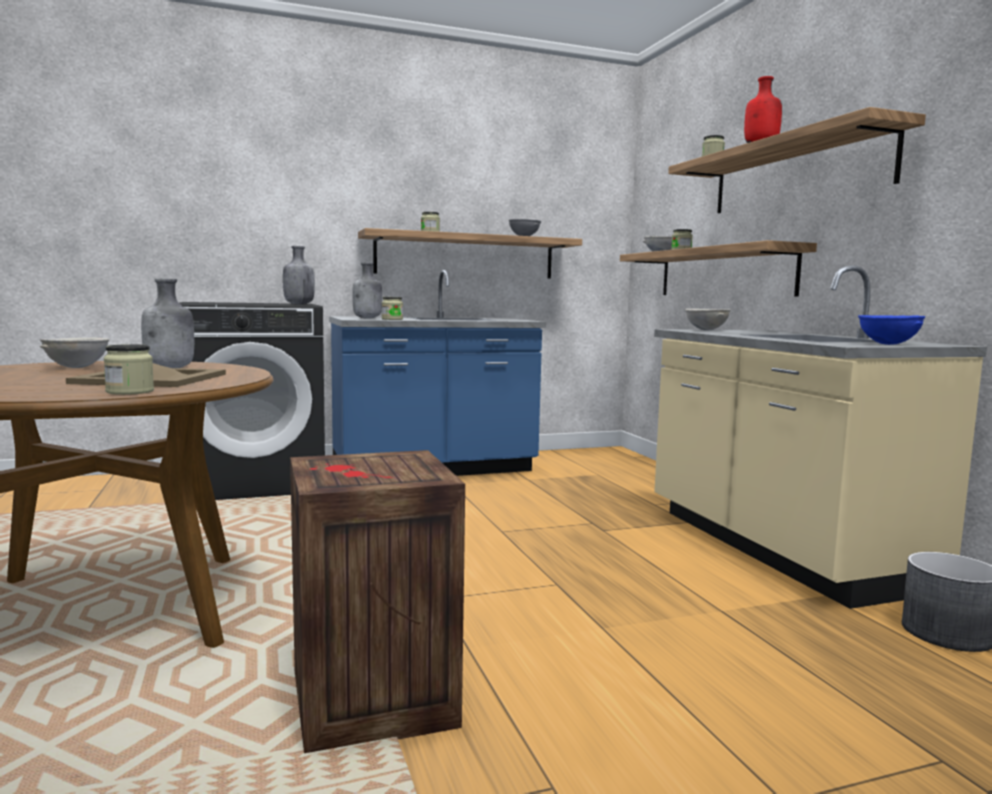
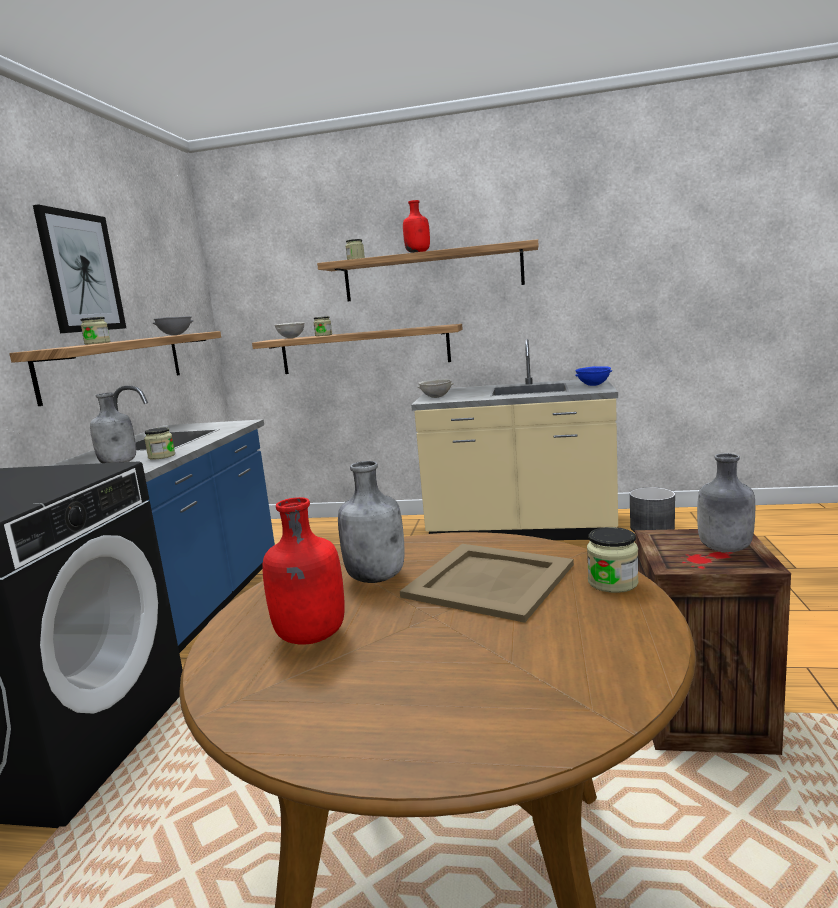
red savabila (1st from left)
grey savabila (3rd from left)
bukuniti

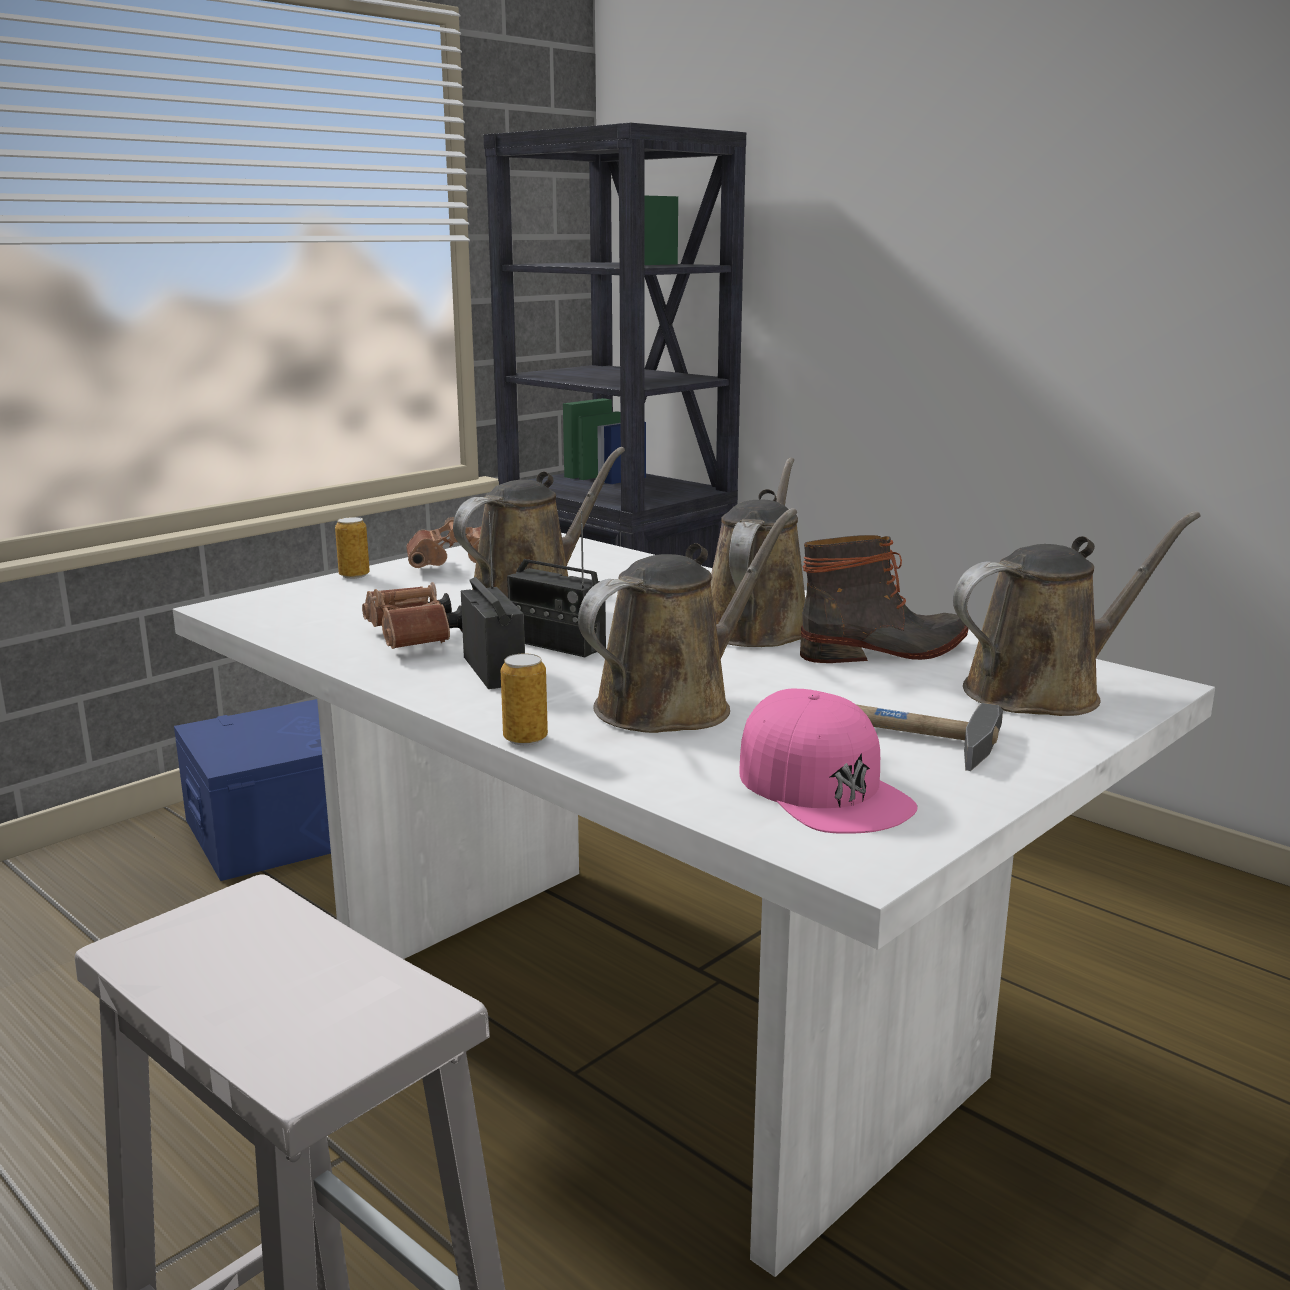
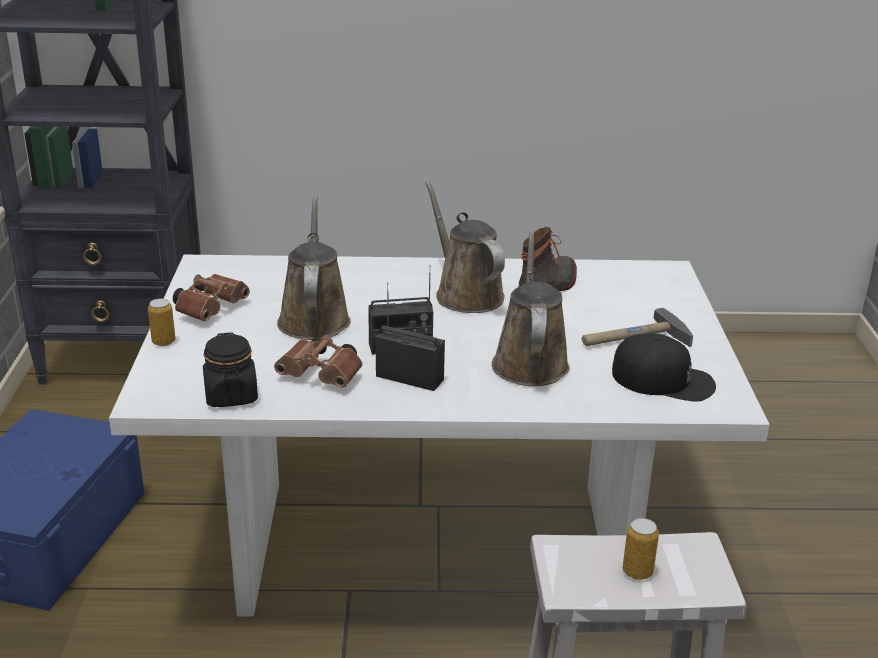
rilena (2nd from left)
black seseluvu
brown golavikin (4th from left in the first image)
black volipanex

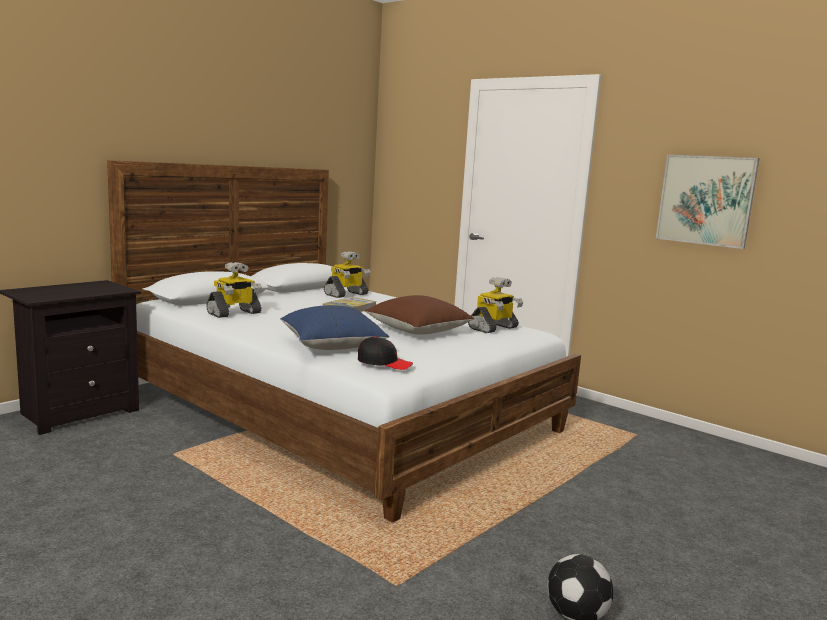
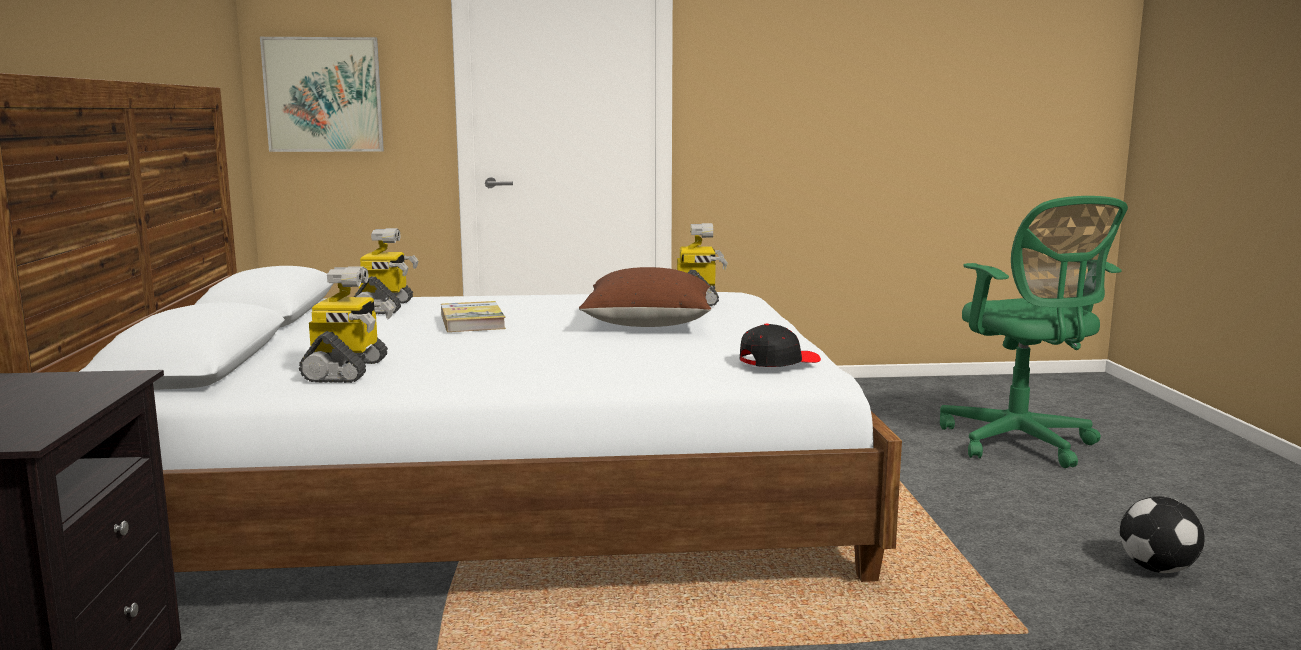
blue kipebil
bukuniti
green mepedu

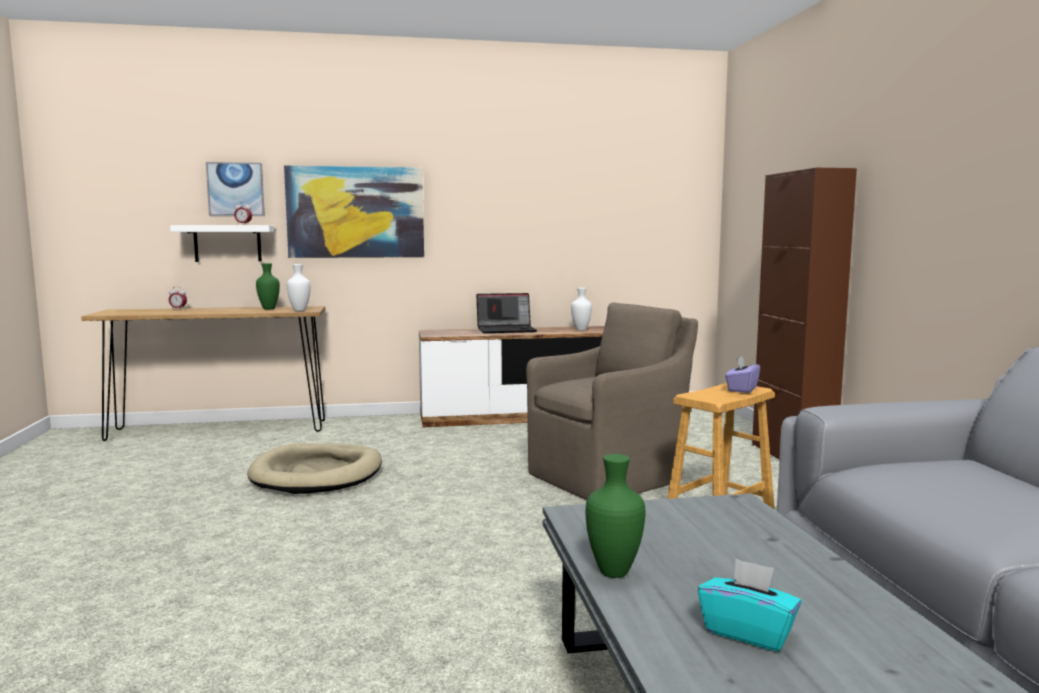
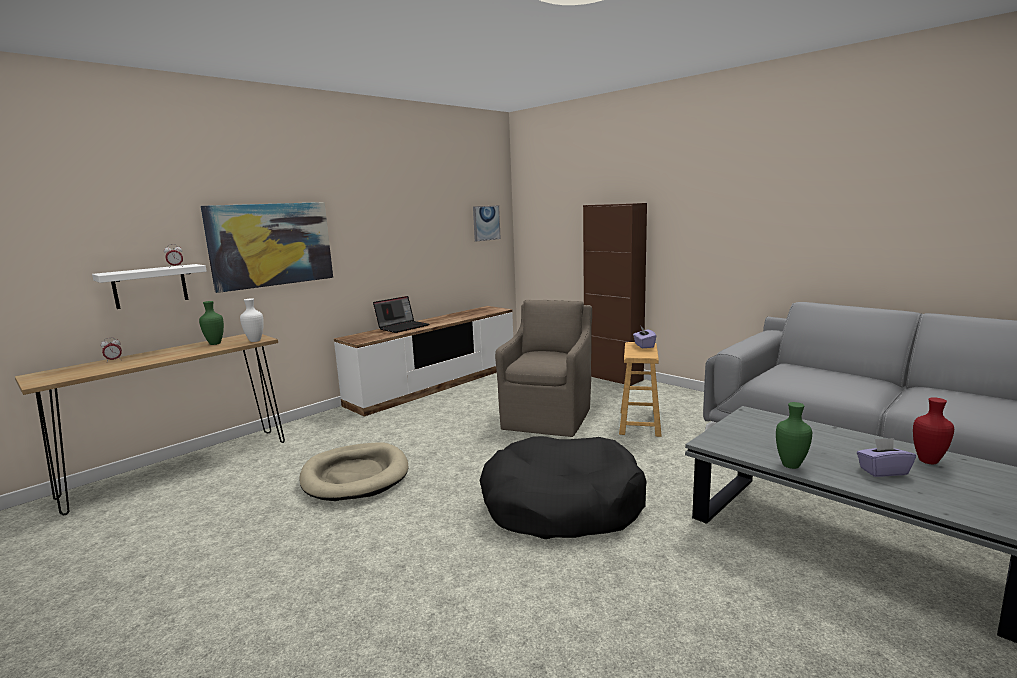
bukuniti (2nd from left)
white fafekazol (2nd from left in the first image)
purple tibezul (2nd from left)
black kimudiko
red fafekazol

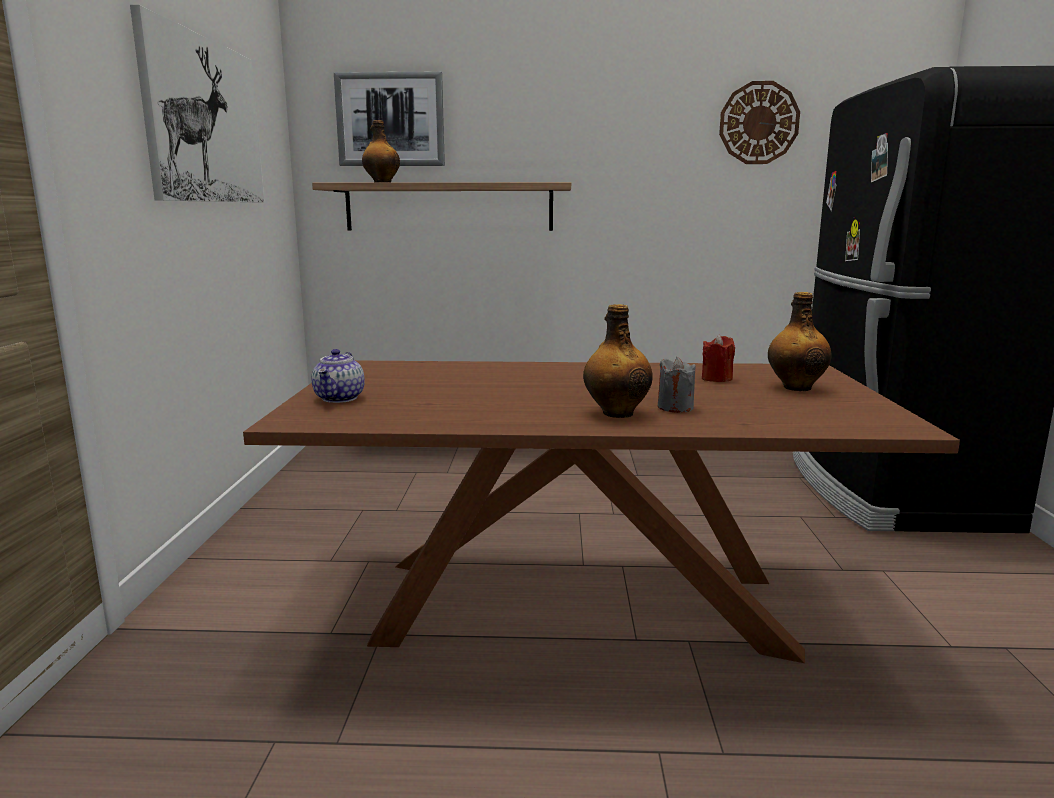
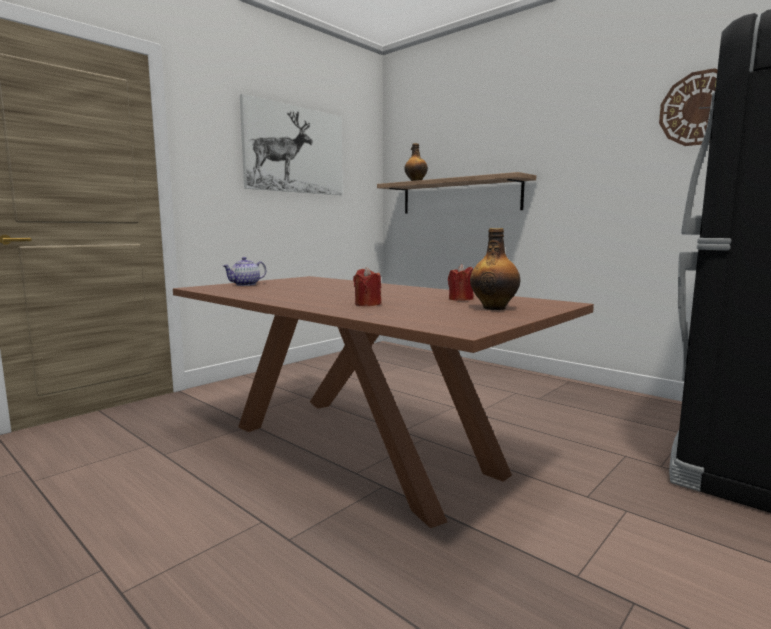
bukuniti (2nd from left in the first image)
savabila (2nd from left in the first image)
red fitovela (1st from left)

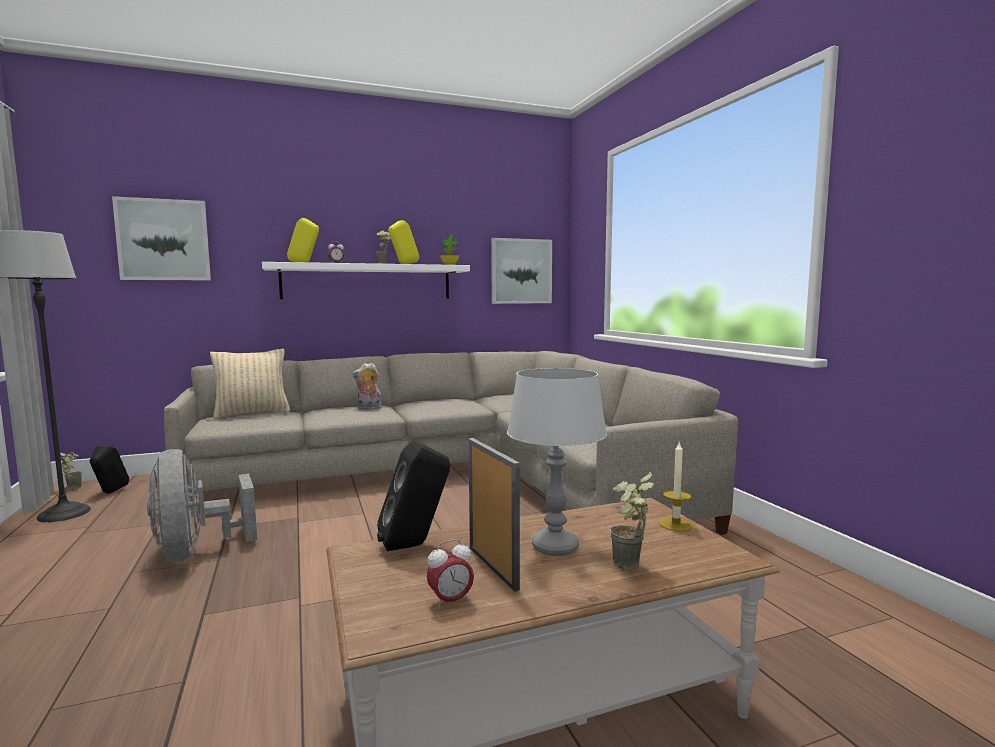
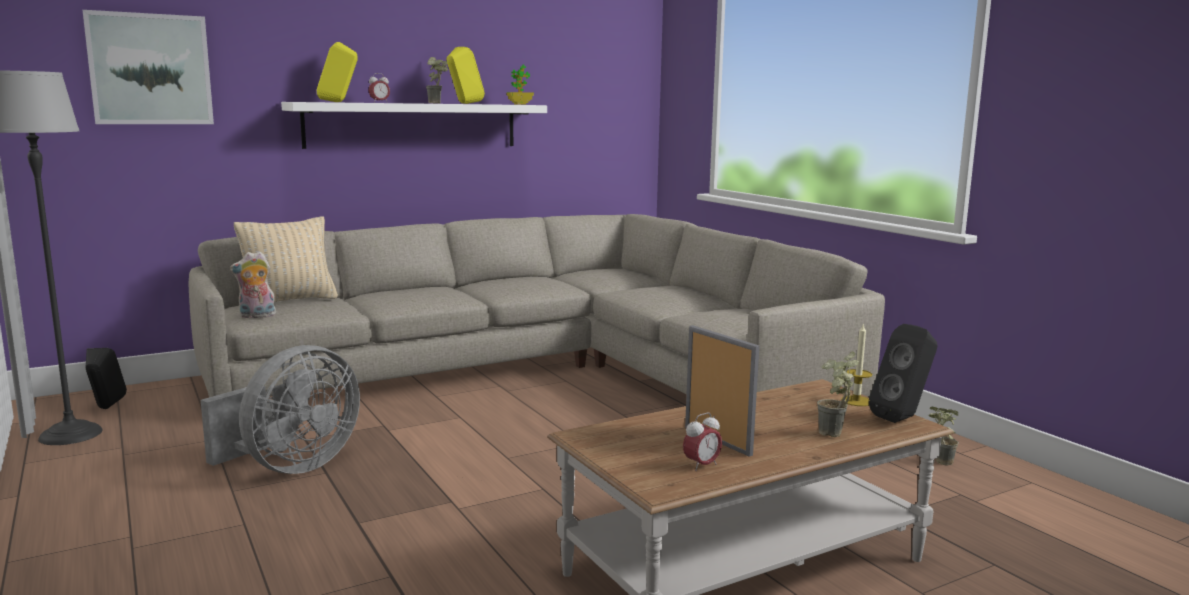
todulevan (4th from left)
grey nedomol
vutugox
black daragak (2nd from left)
bukuniti (2nd from left in the first image)
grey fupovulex

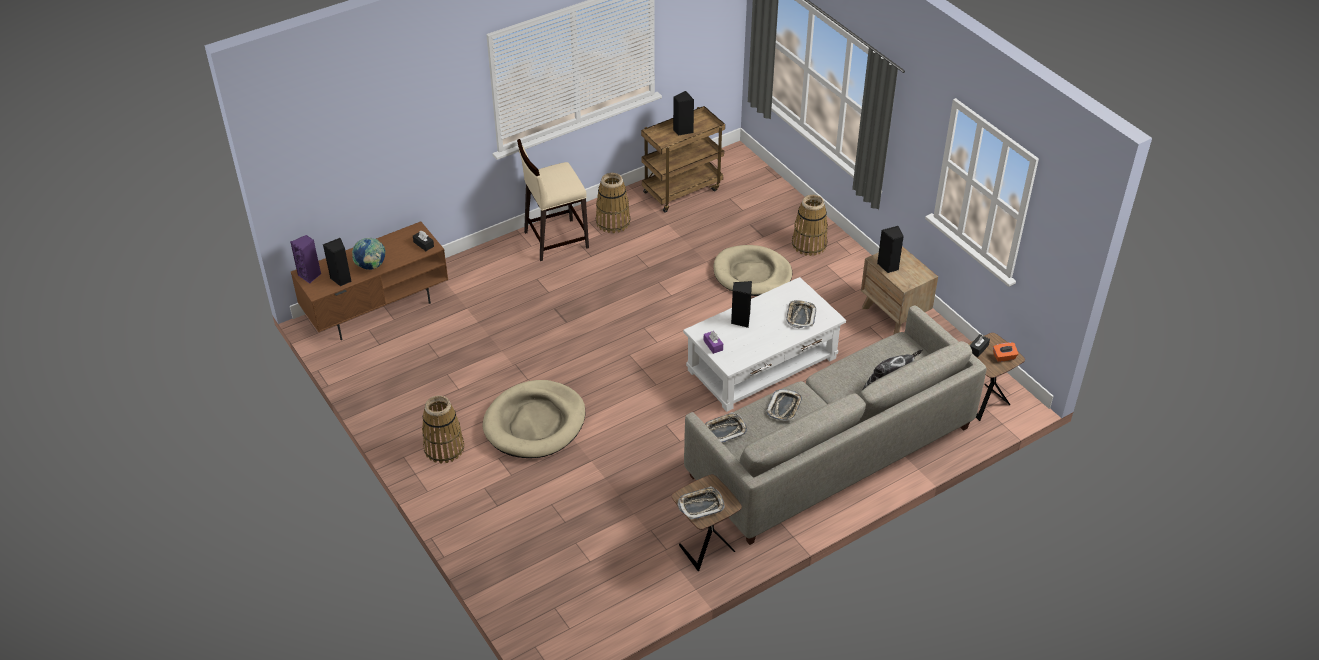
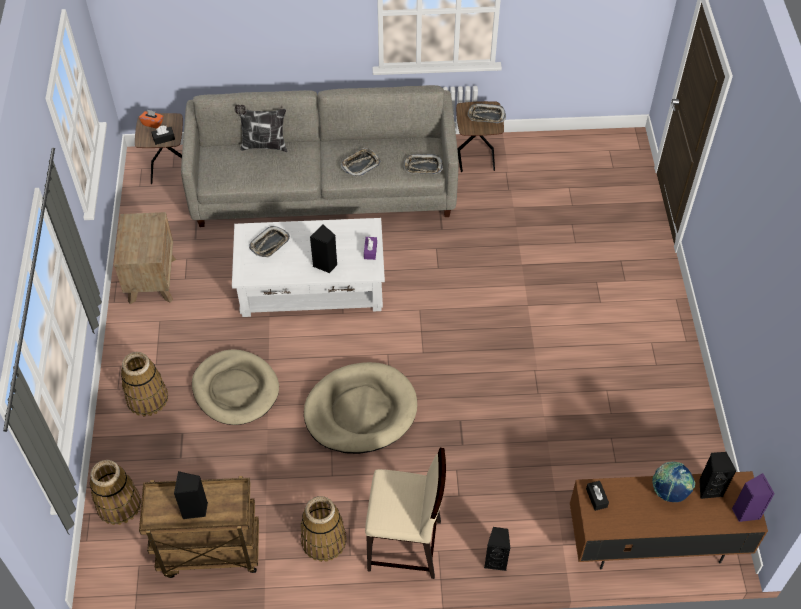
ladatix (1st from left)
beige kimudiko (2nd from left)
black daragak (3rd from left)

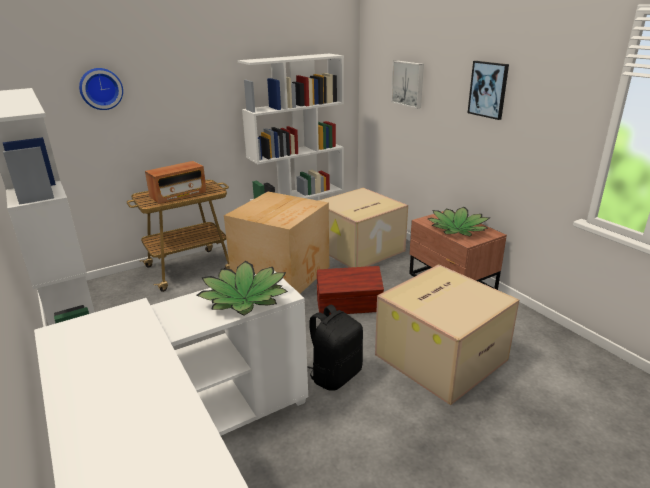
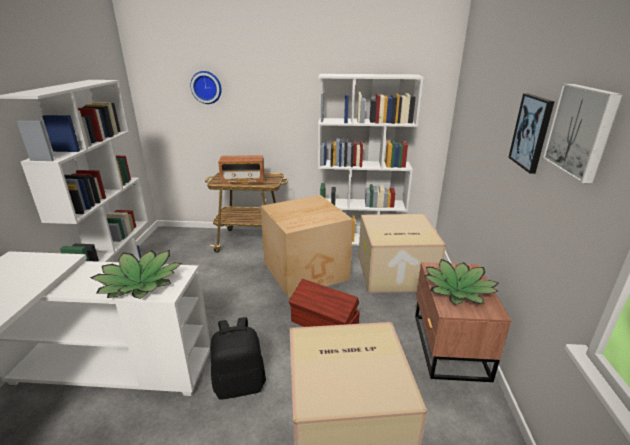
bukuniti (2nd from left)

